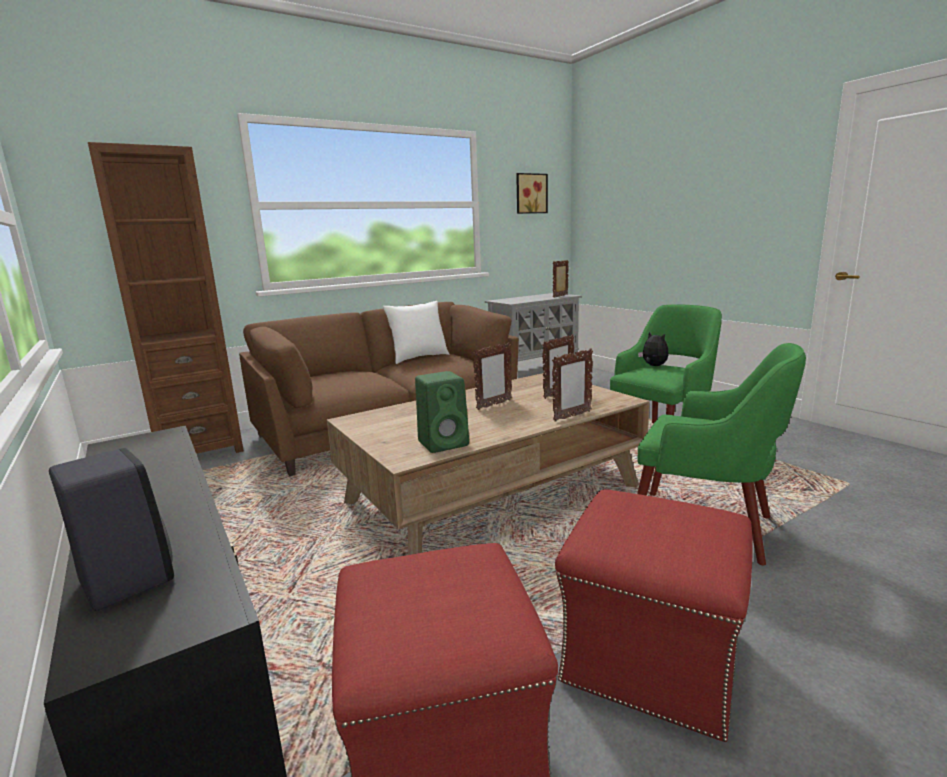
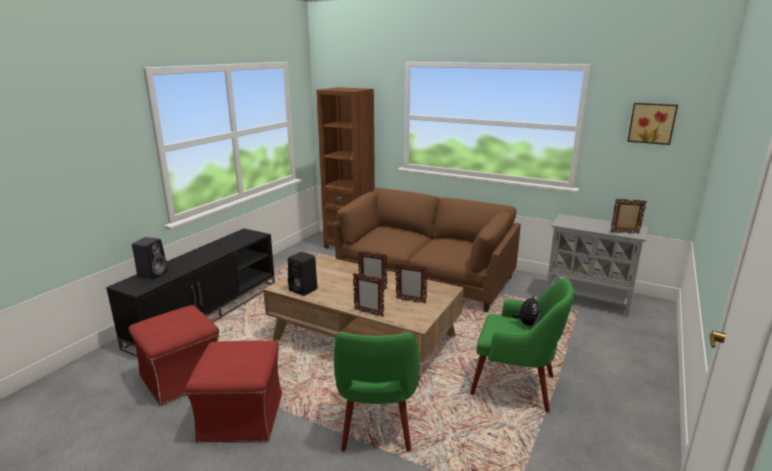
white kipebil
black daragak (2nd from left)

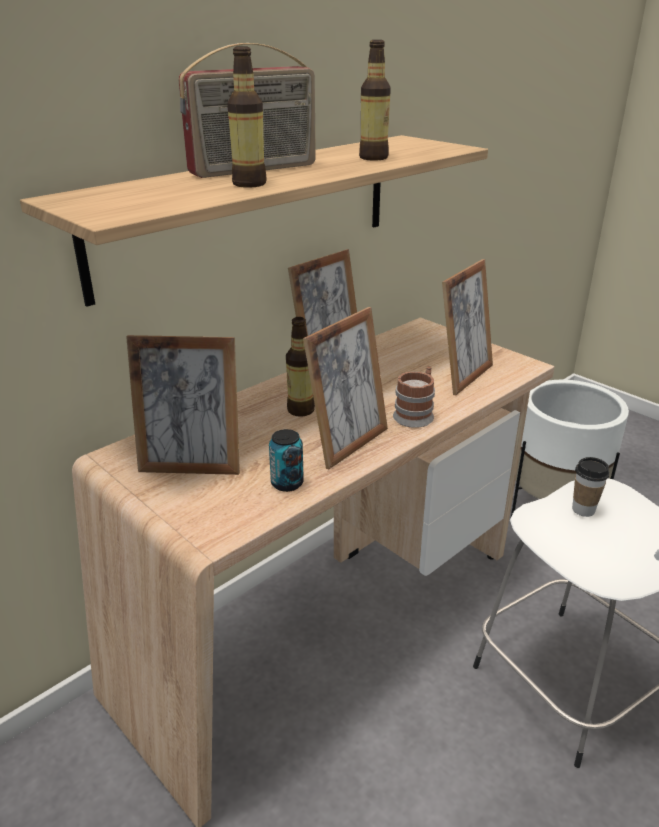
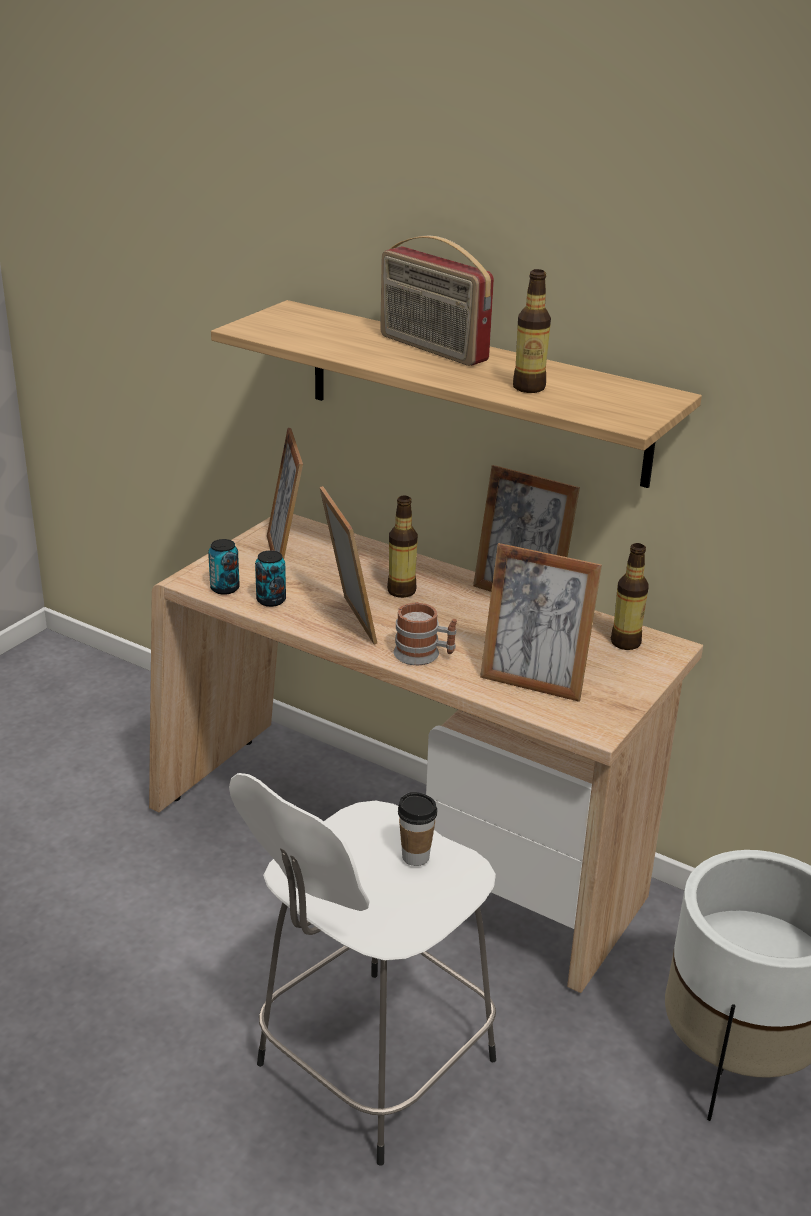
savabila (3rd from left)
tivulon (2nd from left)
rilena (1st from left)

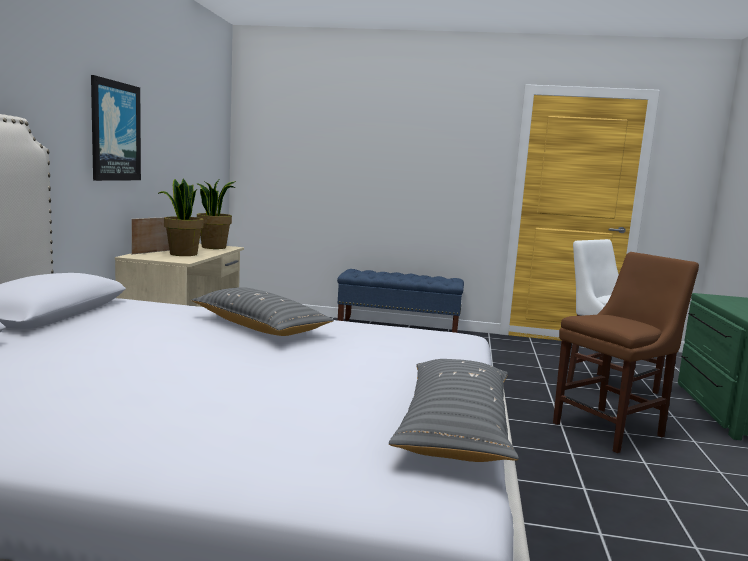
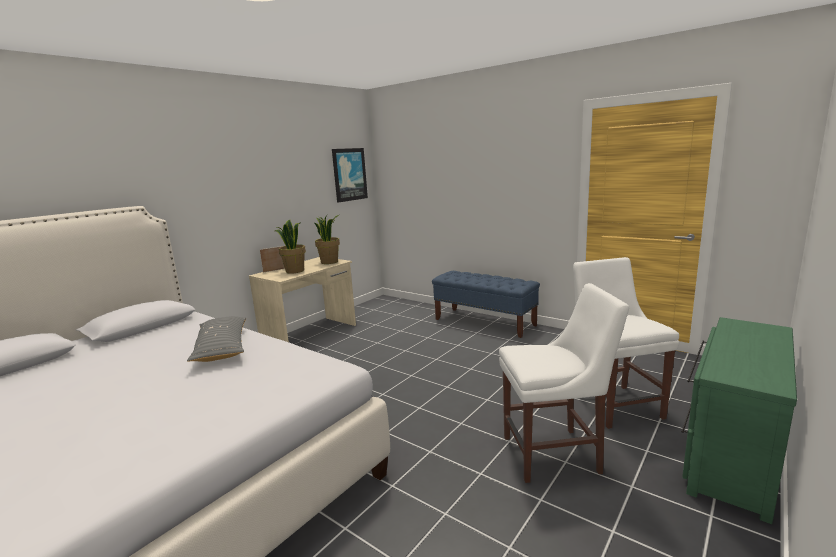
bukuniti
grey kipebil (2nd from left in the first image)
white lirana (1st from left)

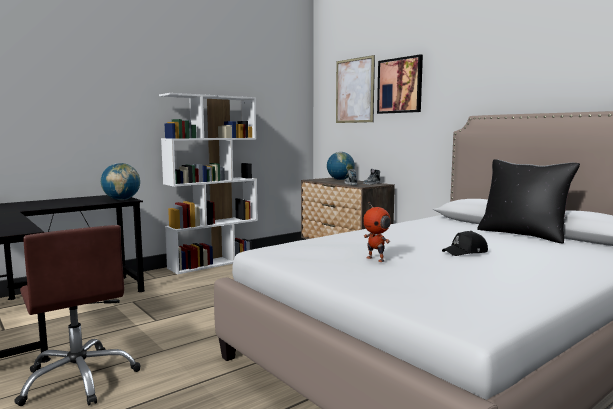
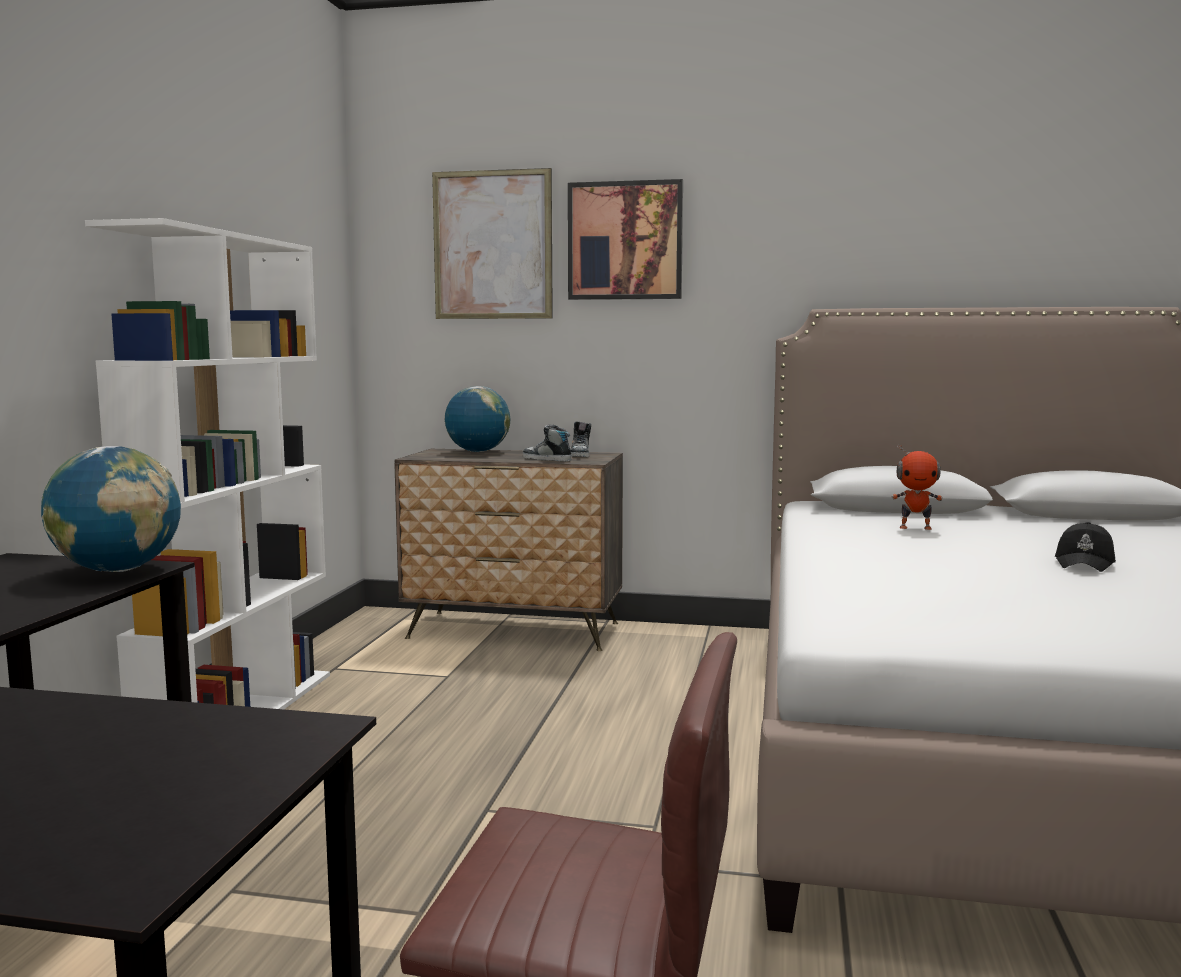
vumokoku
black kipebil

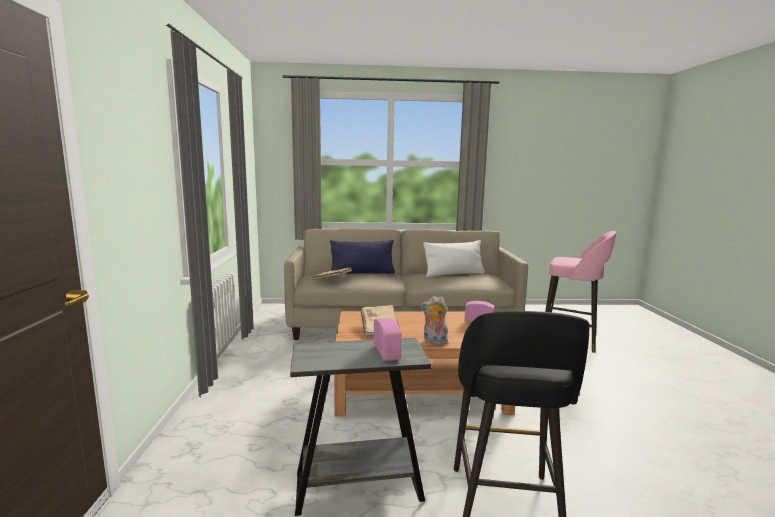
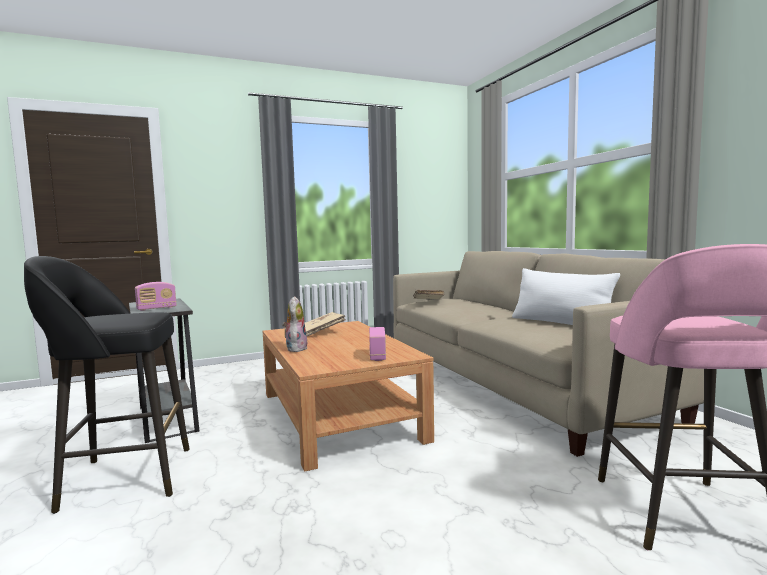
blue kipebil

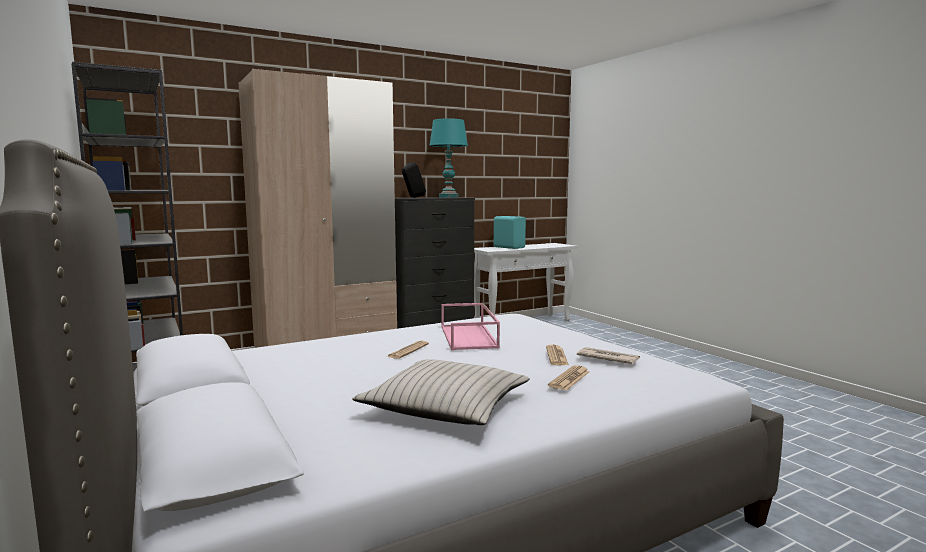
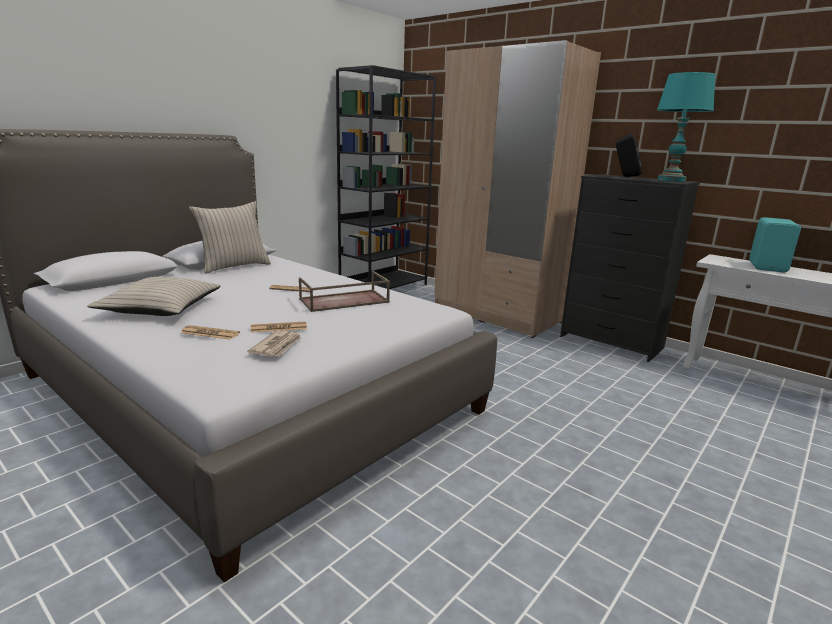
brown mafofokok
beige kipebil (2nd from left)

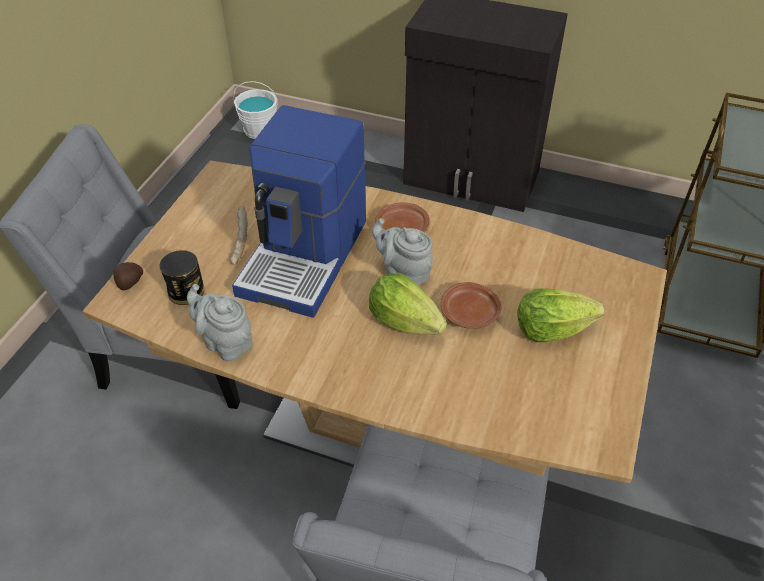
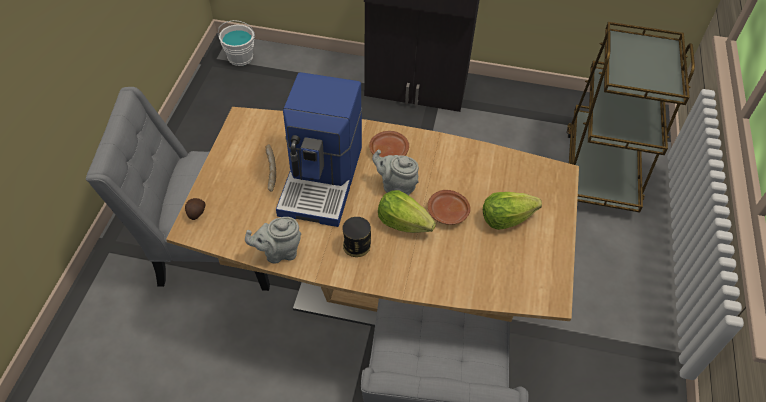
rilena
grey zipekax (1st from left)

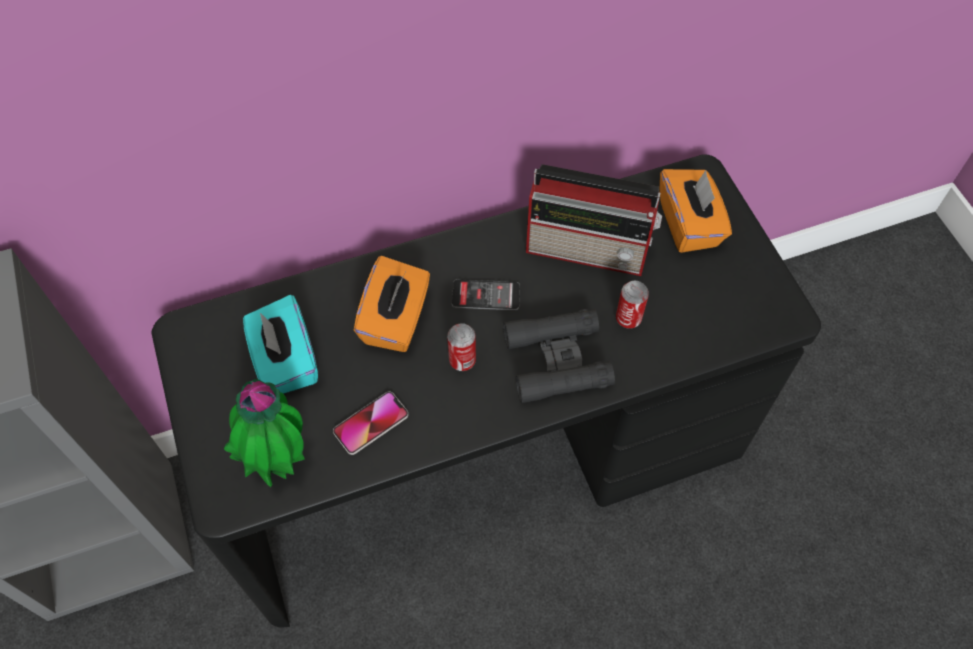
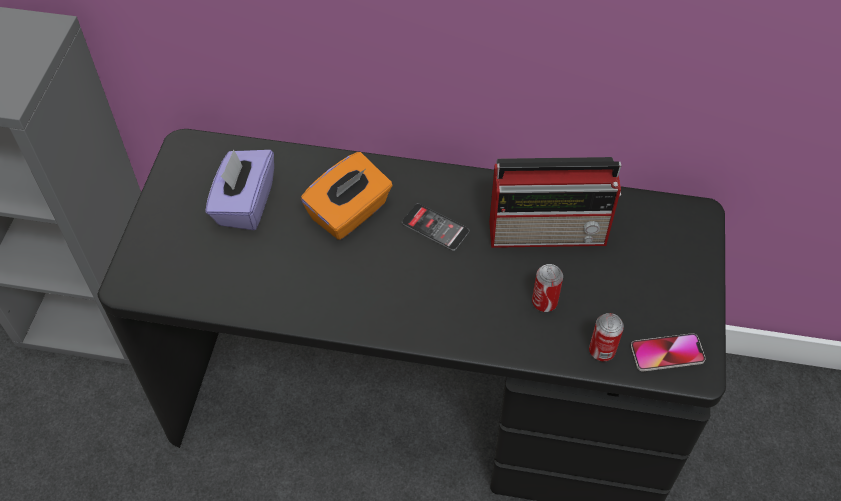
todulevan
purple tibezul
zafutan (2nd from left)
rilena (2nd from left)
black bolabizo
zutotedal
orange tibezul (2nd from left in the first image)

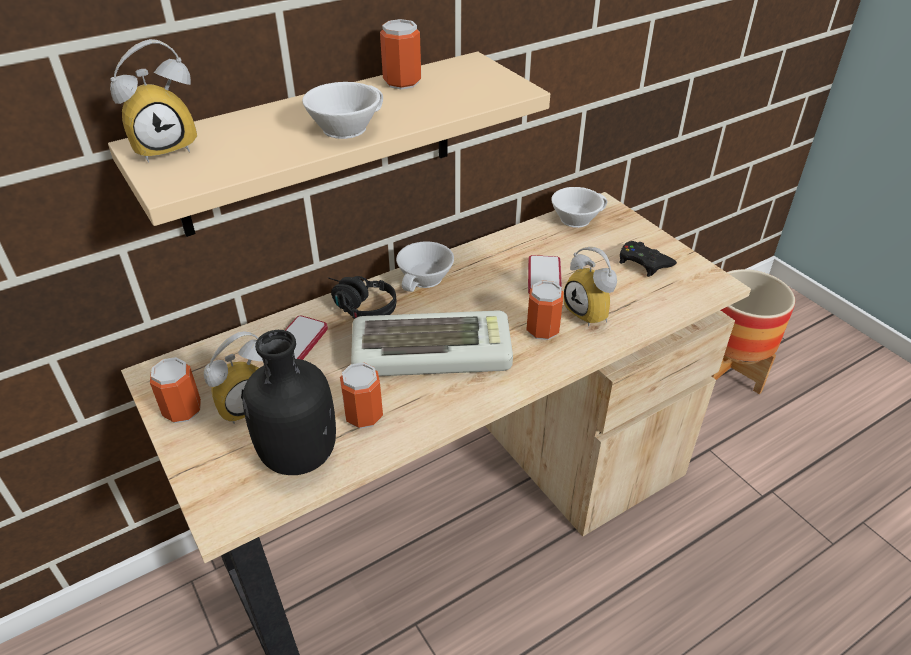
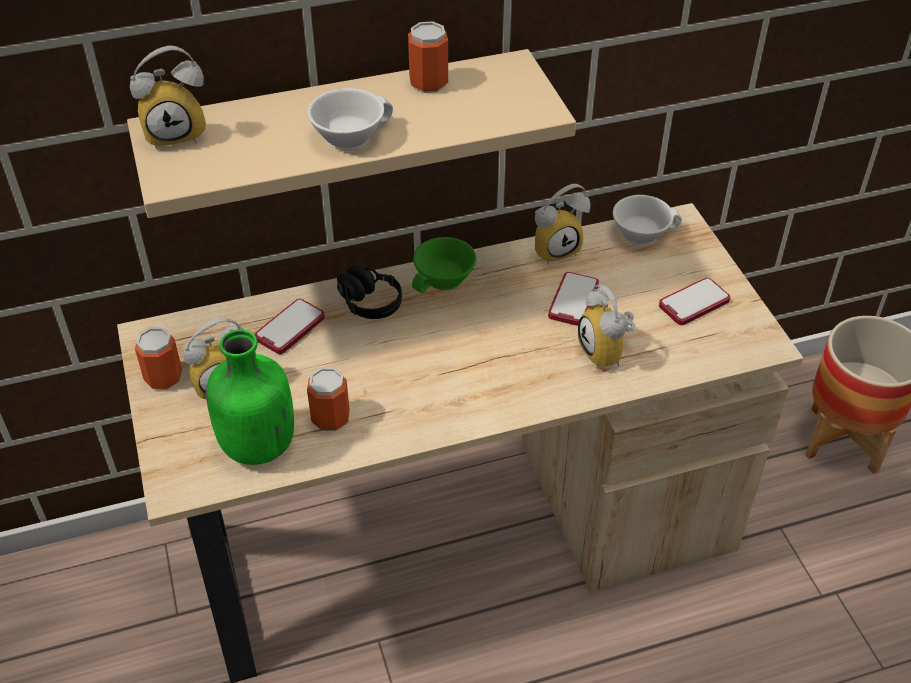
green savabila
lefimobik
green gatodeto
rilena (4th from left in the first image)
zafutan (3rd from left)
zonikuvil (3rd from left)

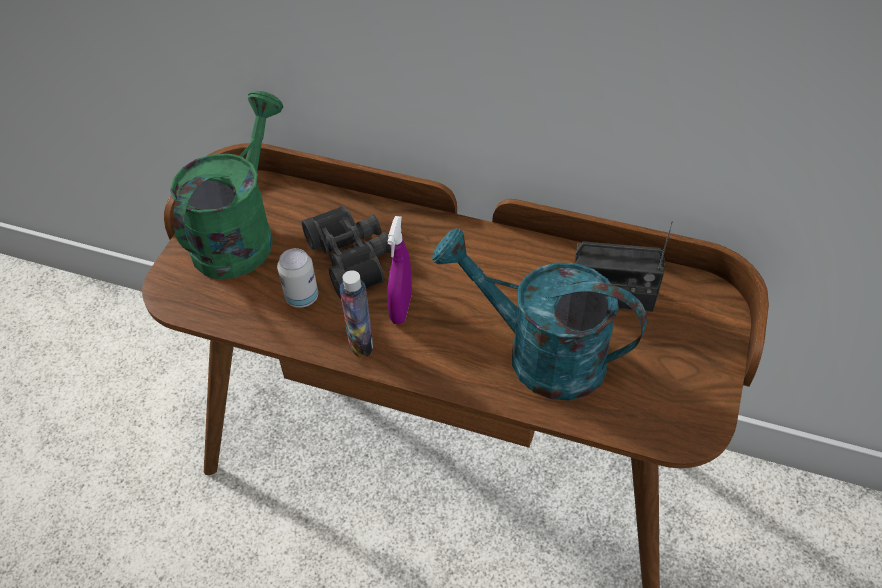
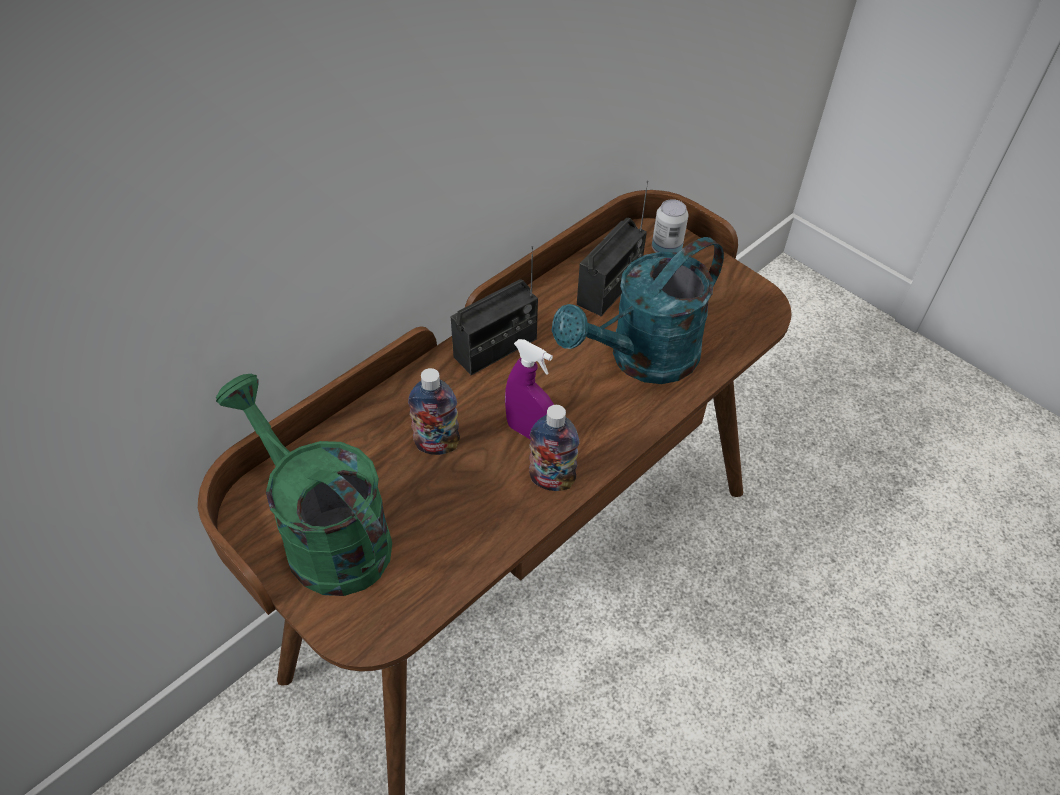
rilena
savabila (1st from left)
zutotedal (1st from left)

